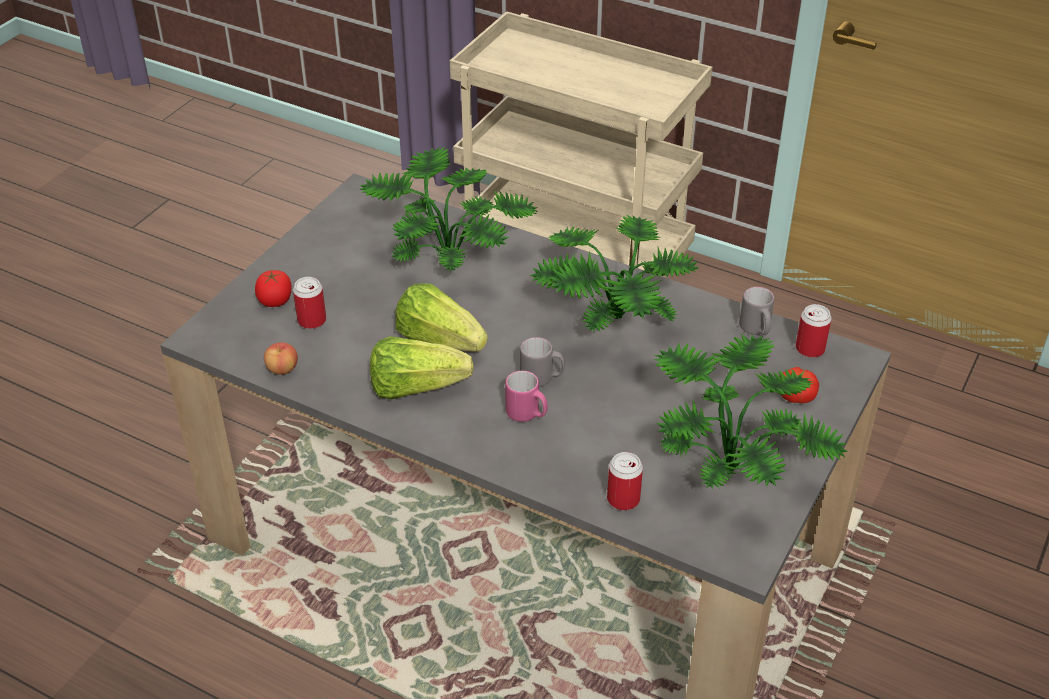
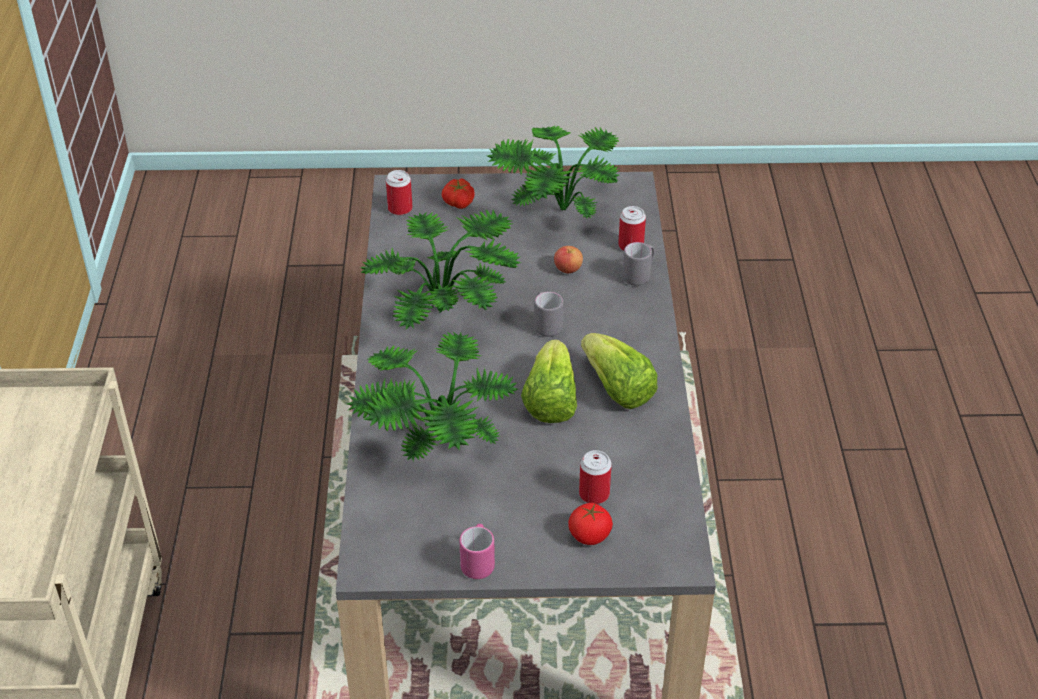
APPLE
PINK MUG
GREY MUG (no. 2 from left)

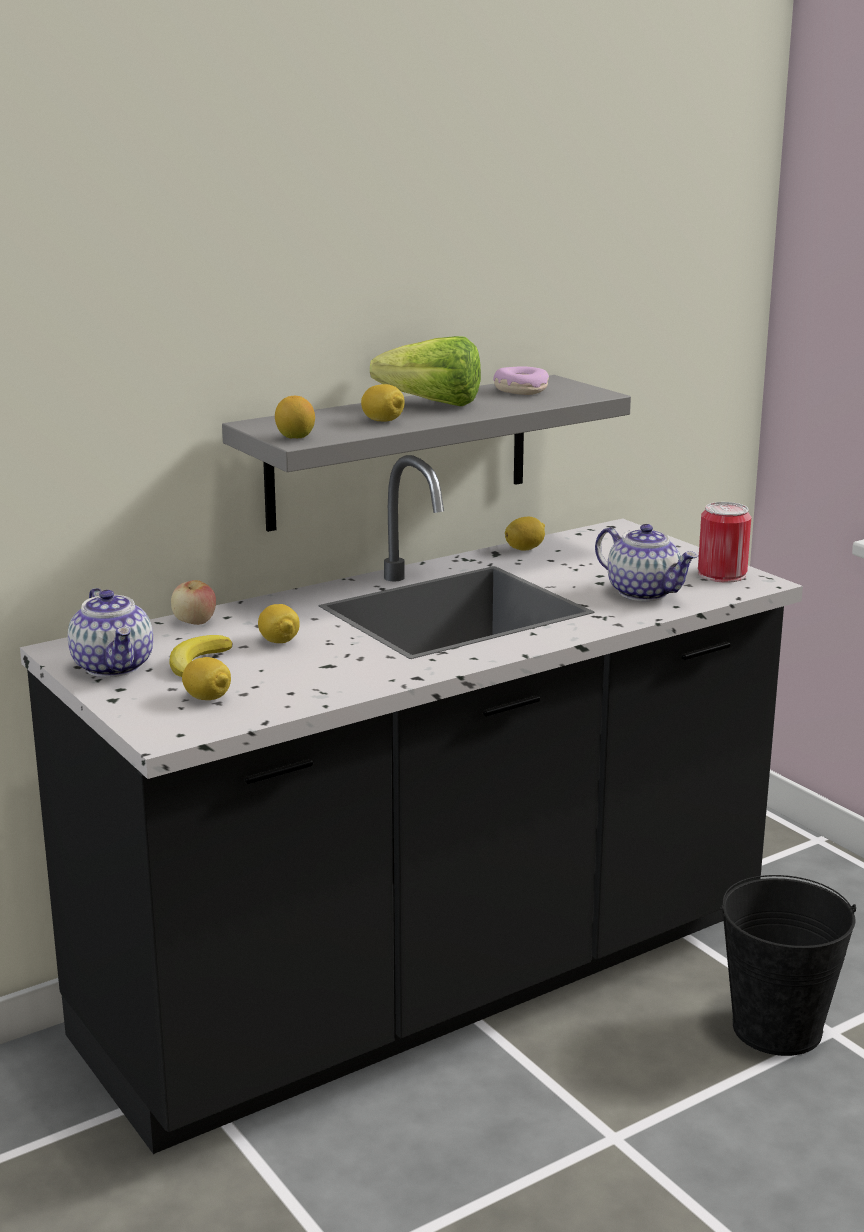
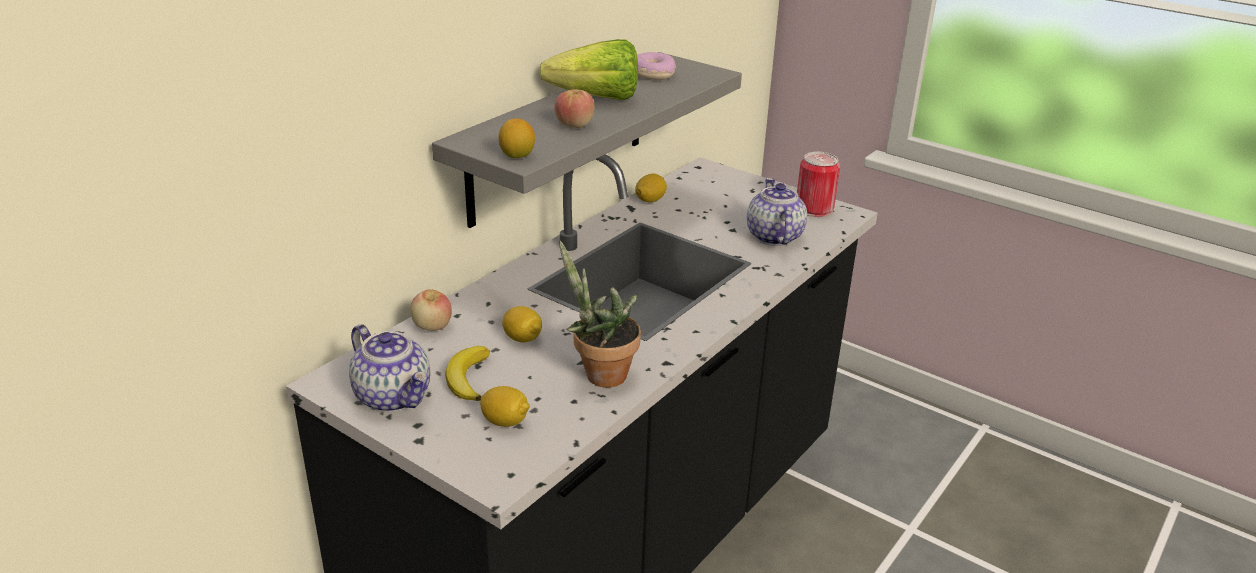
APPLE (no. 2 from left)
TEAPOT (no. 2 from left)
BLACK BUCKET
POTTED PLANT

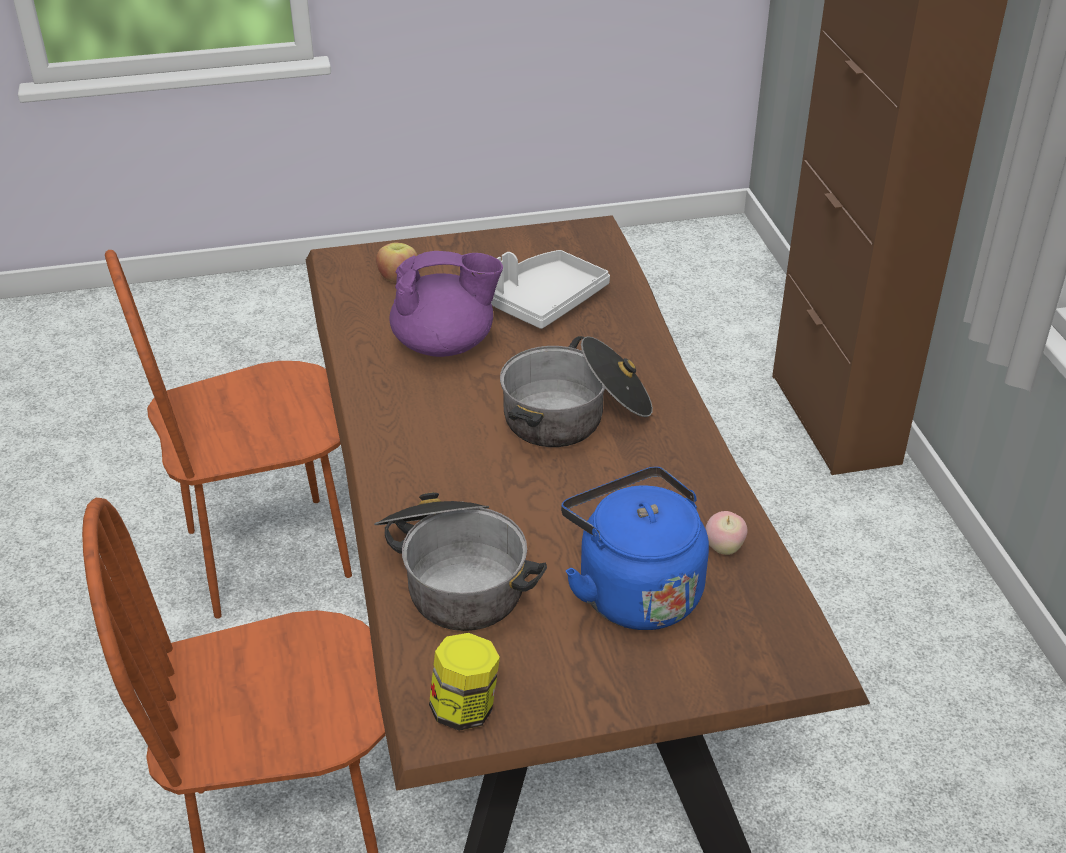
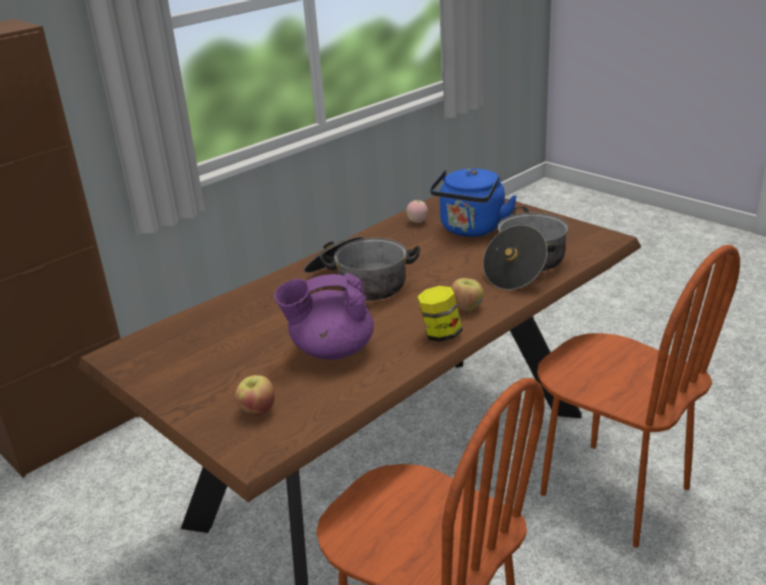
PURPLE TEAPOT
JAR
GREY TRAY
APPLE (no. 3 from left)

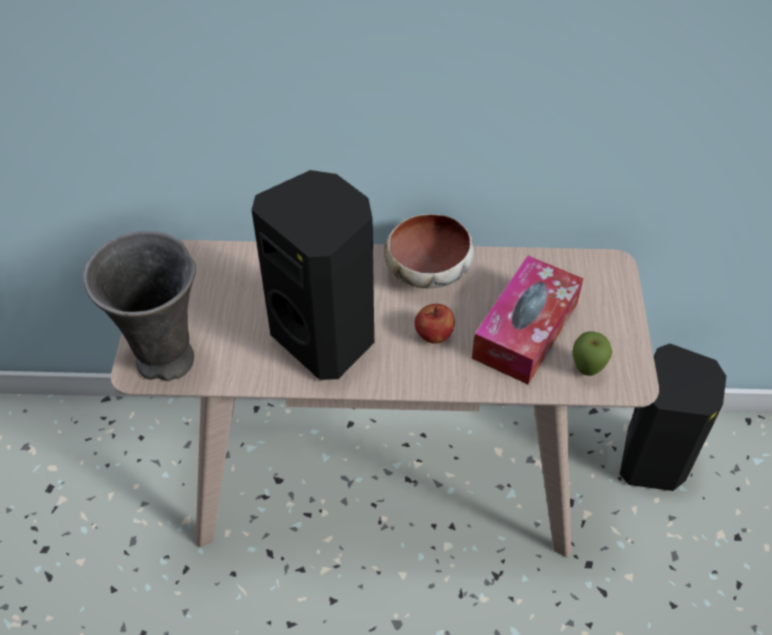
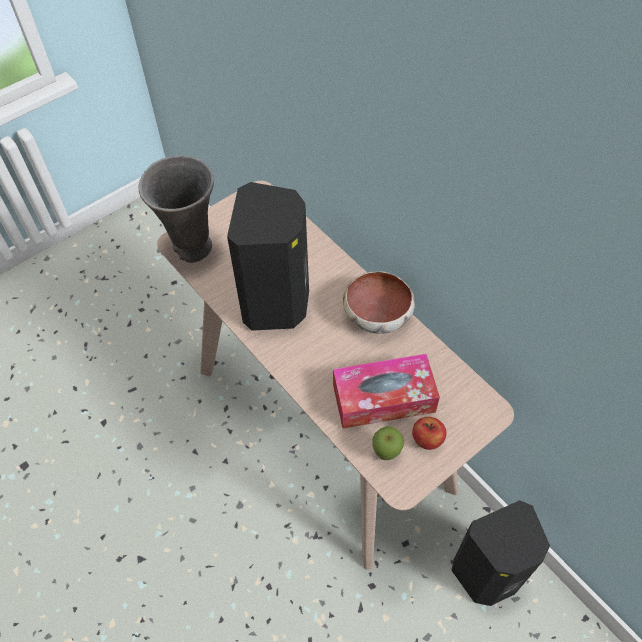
APPLE (no. 2 from left)

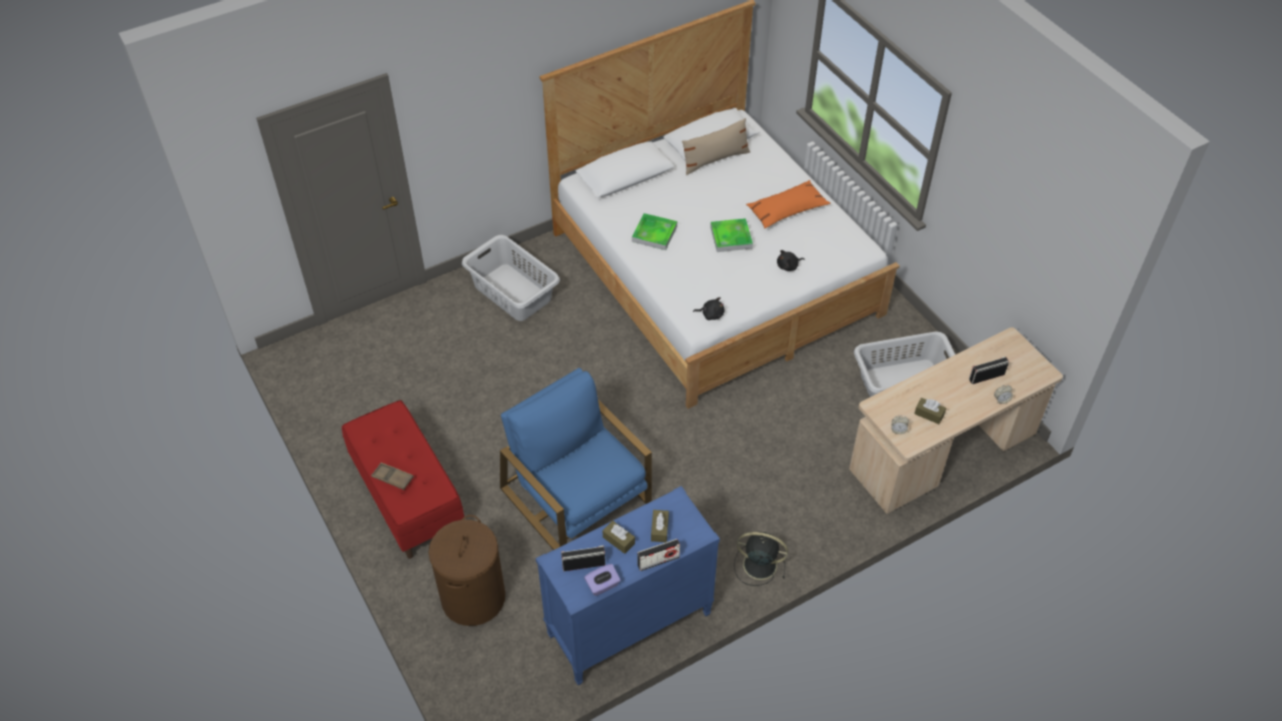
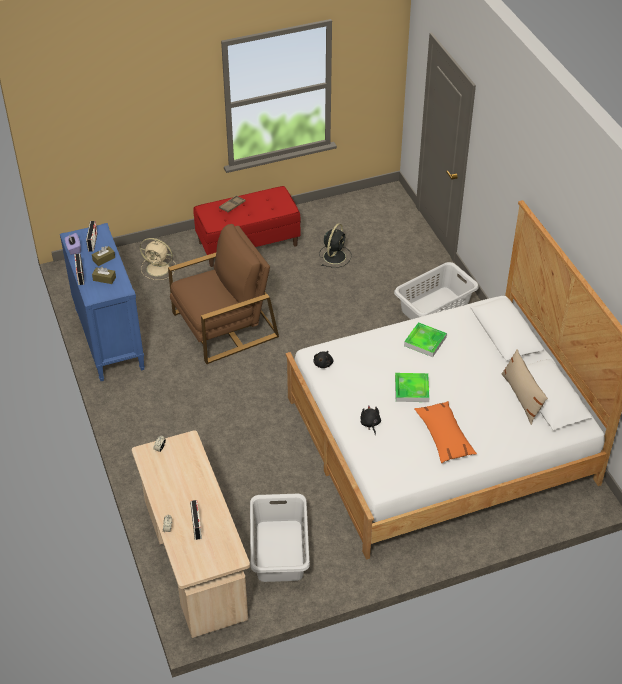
BEIGE FAN
BROWN ARMCHAIR
BLACK FAN
BROWN TISSUE BOX (no. 3 from left in the first image)

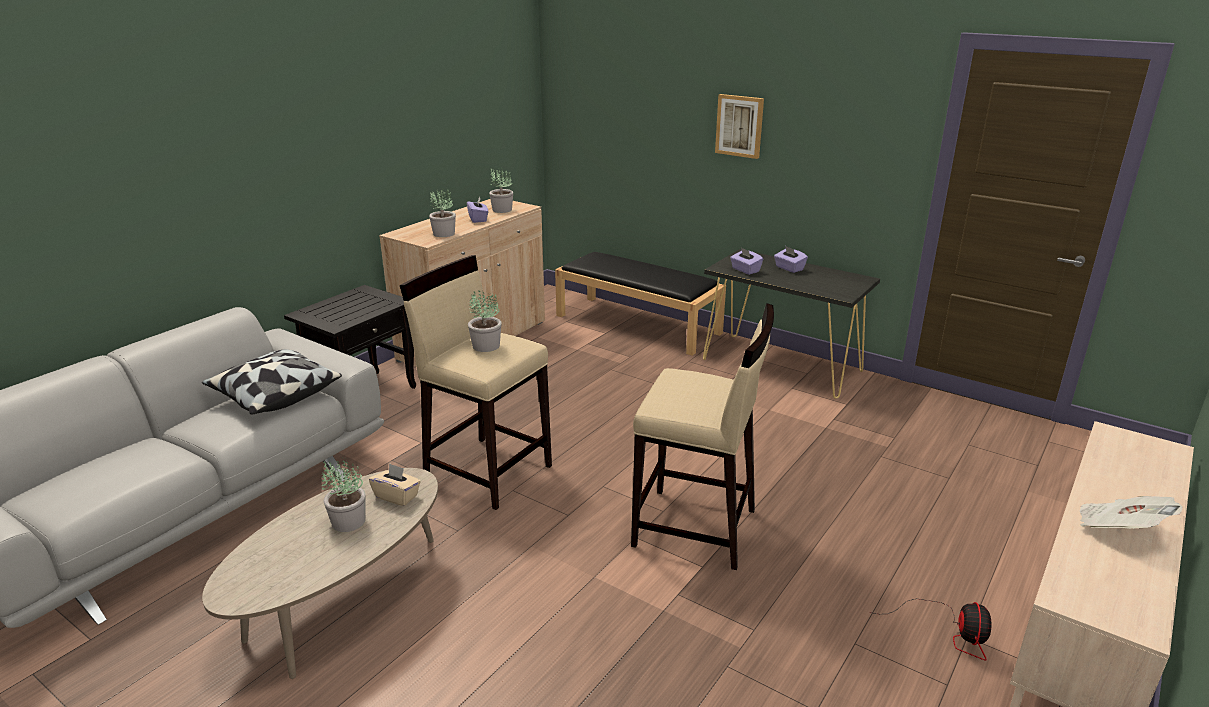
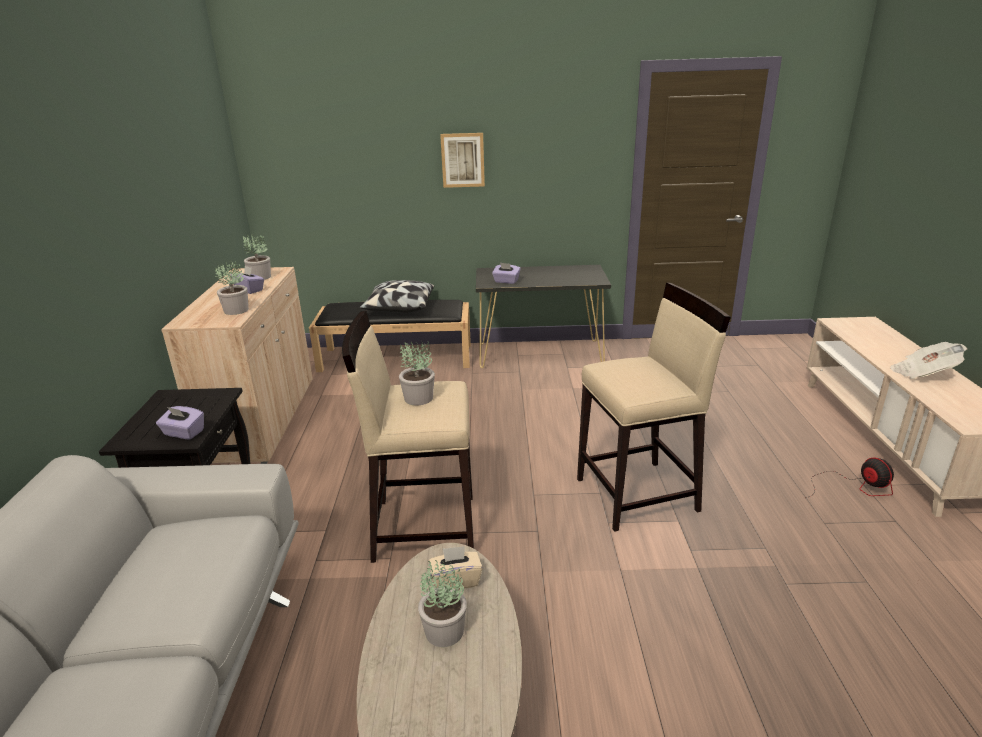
PILLOW
PURPLE TISSUE BOX (no. 1 from left)

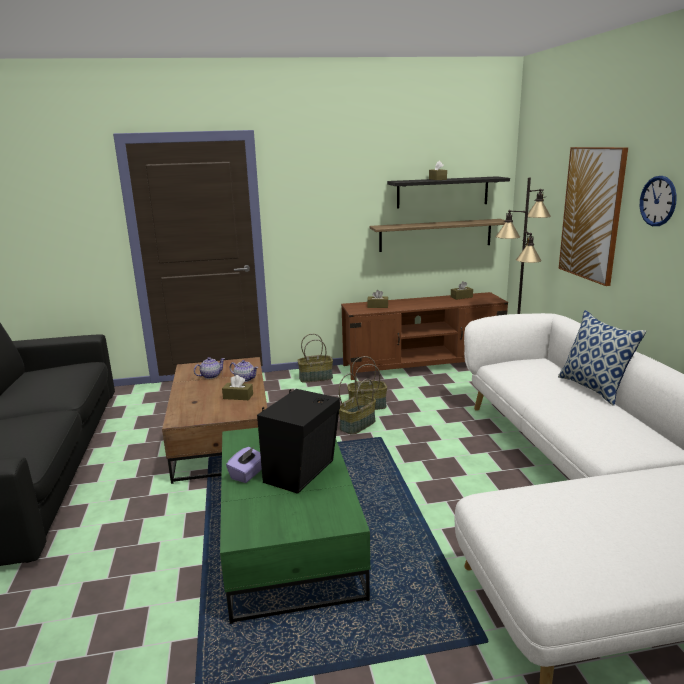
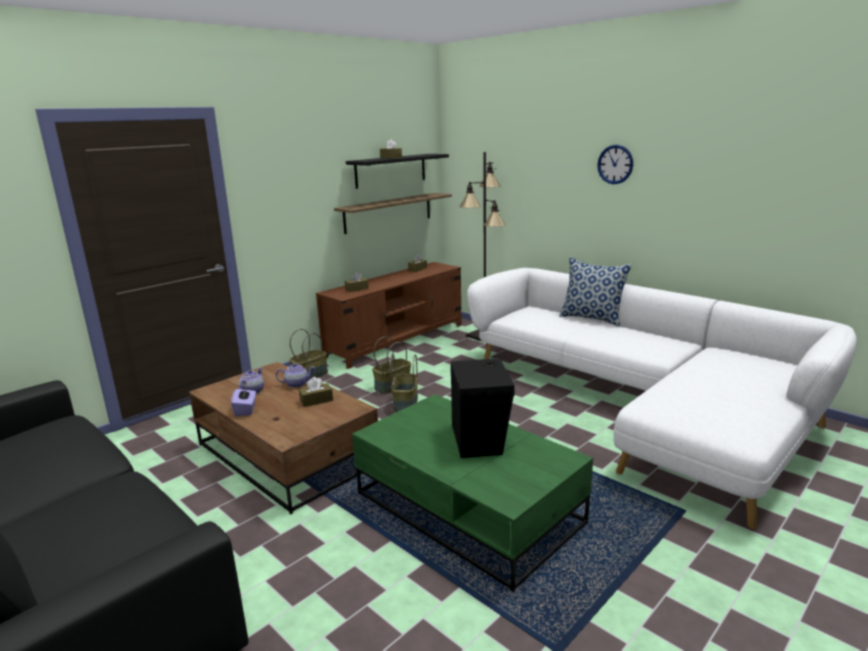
PURPLE TISSUE BOX
PICTURE

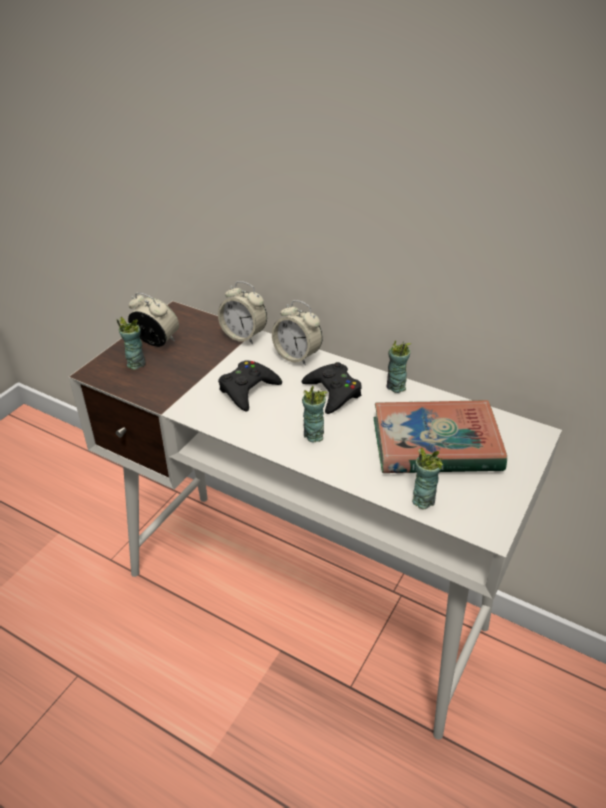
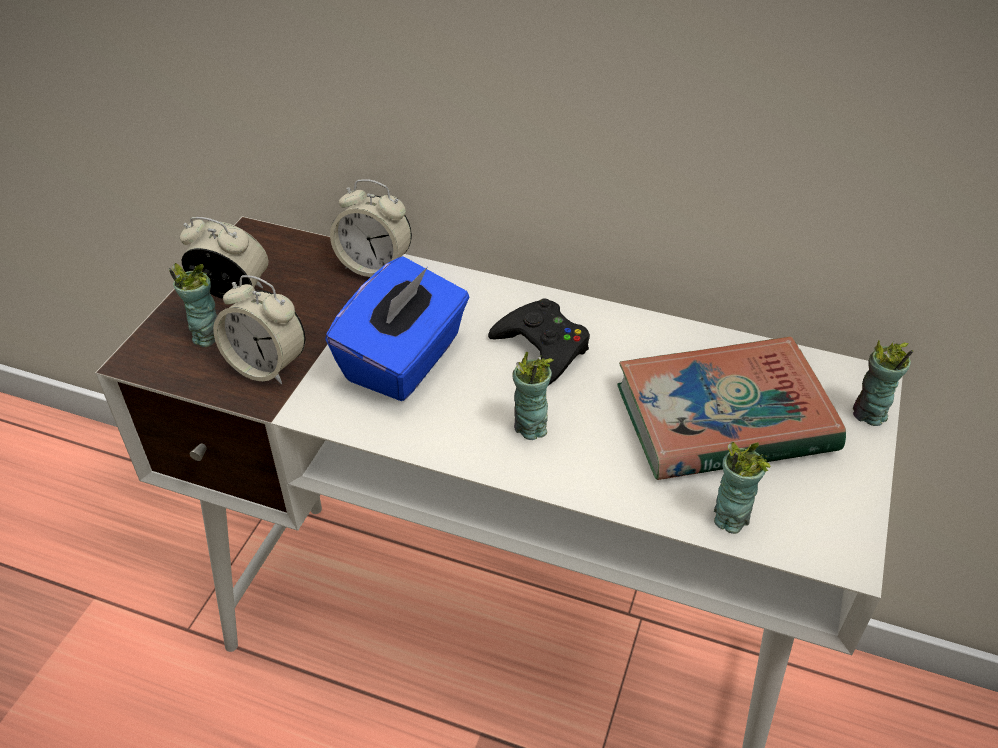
BLUE TISSUE BOX
ALARM CLOCK (no. 2 from left)
CUP (no. 4 from left)

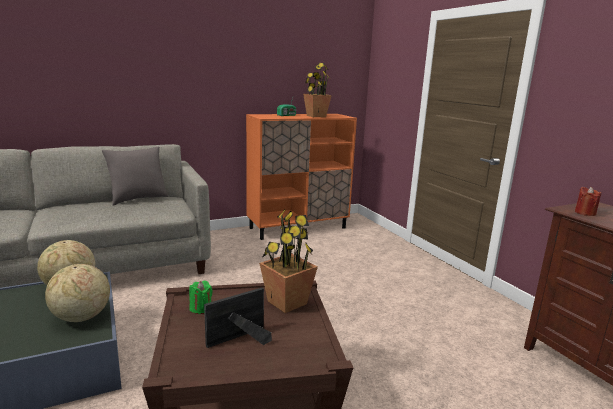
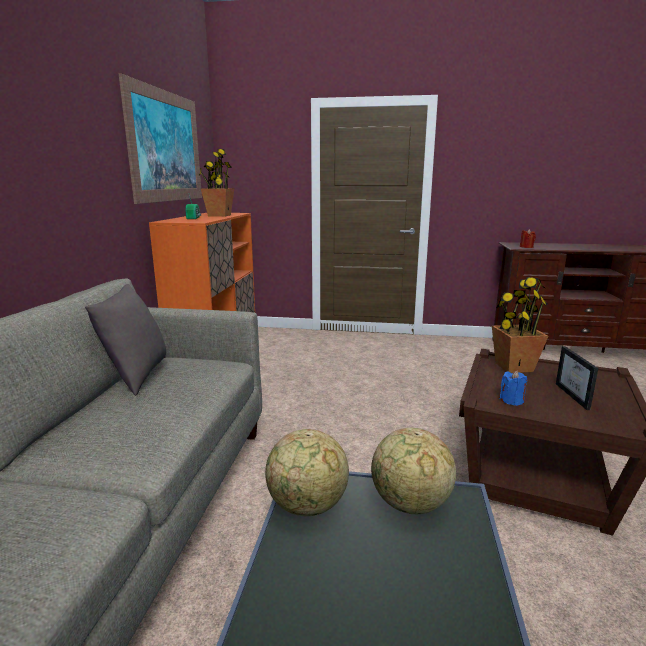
BLUE CANDLE
PICTURE

